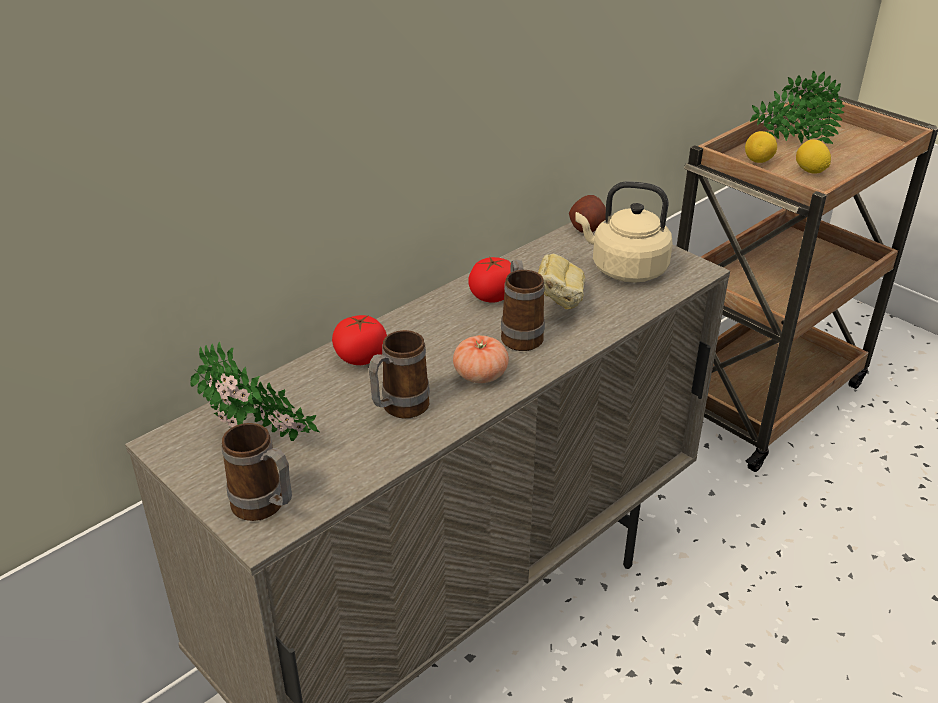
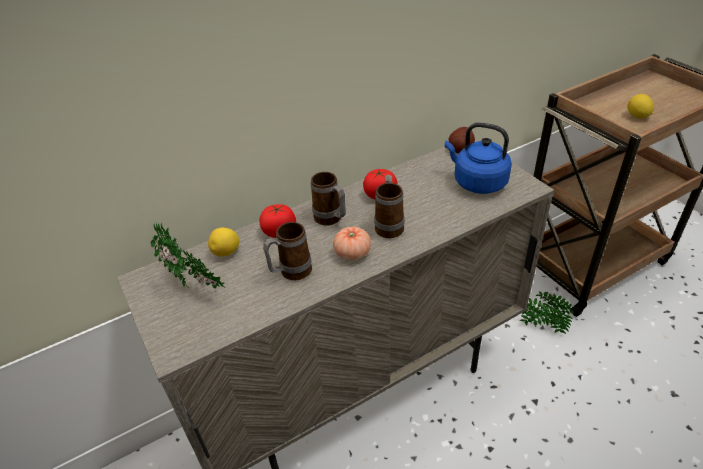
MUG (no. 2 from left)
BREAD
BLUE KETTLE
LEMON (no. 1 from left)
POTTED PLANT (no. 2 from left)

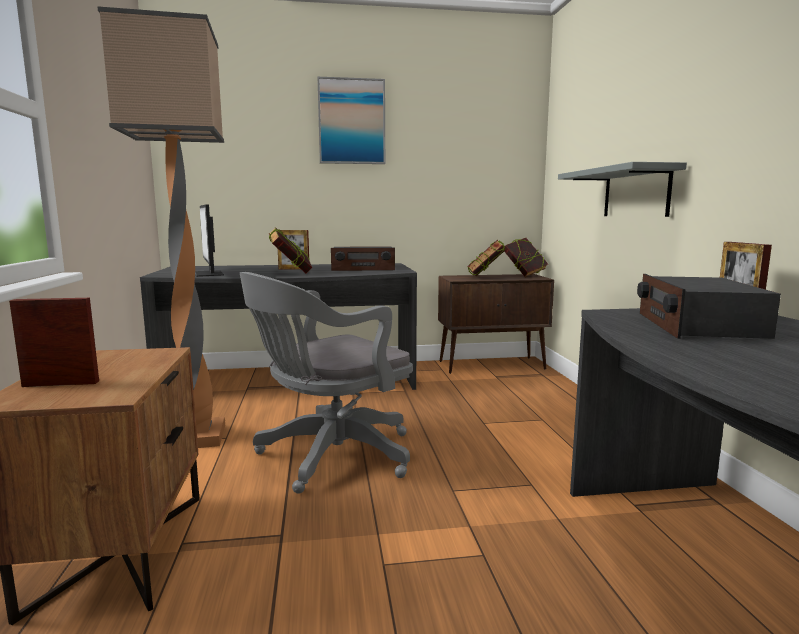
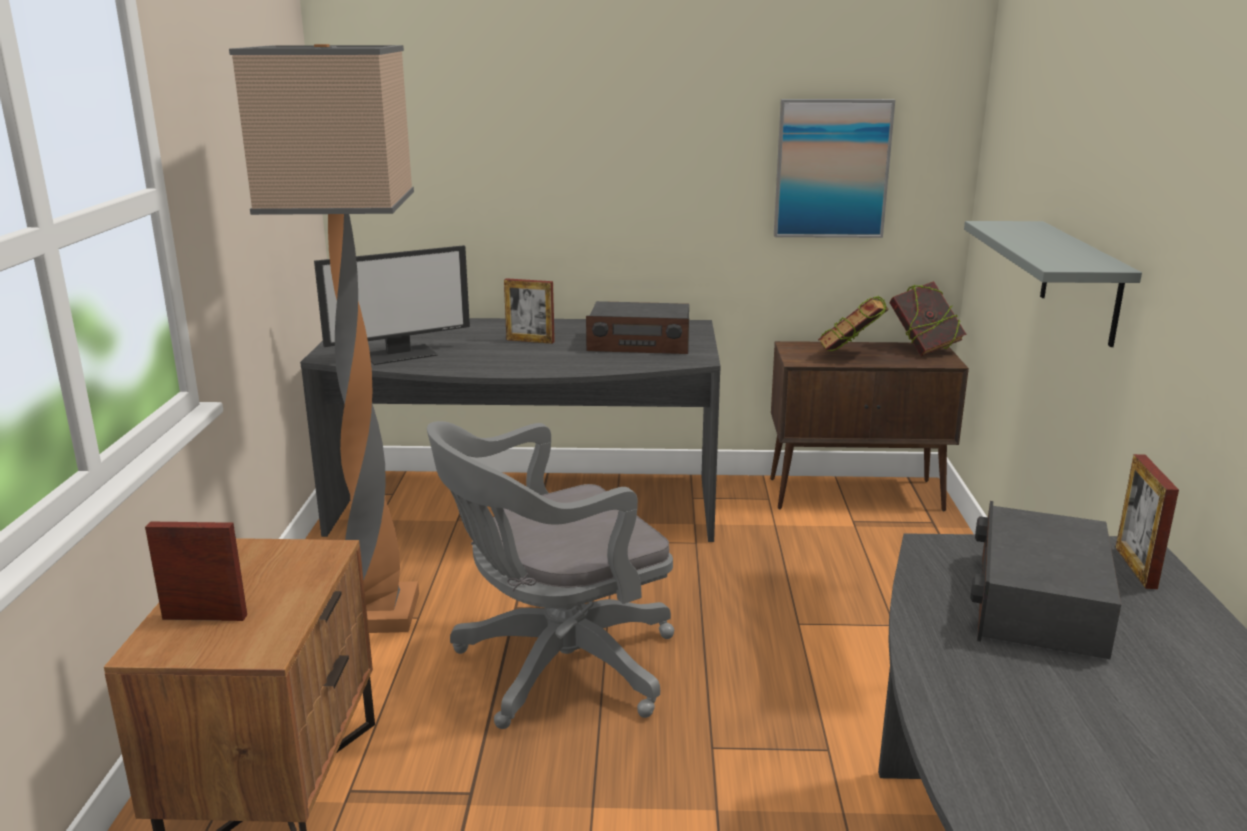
MONITOR
BOOK (no. 1 from left in the first image)
PICTURE

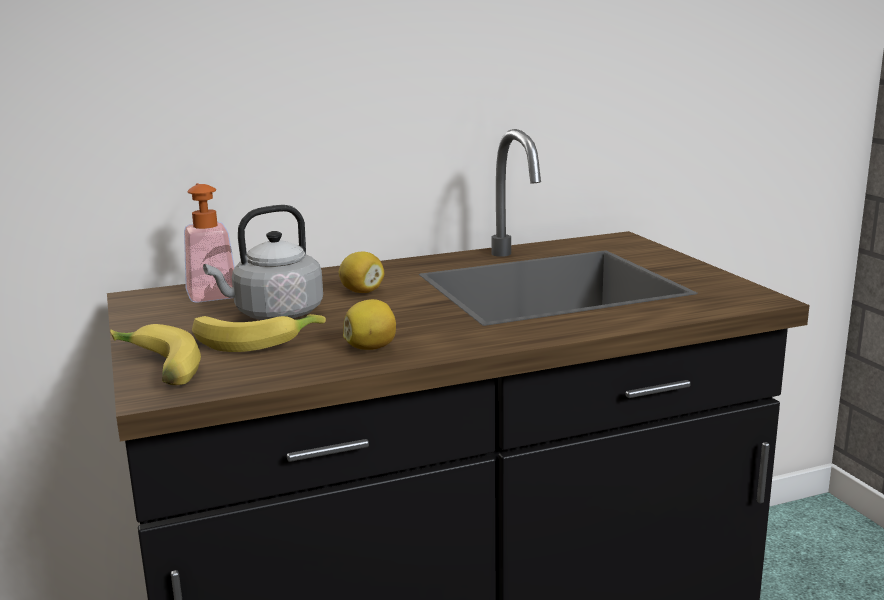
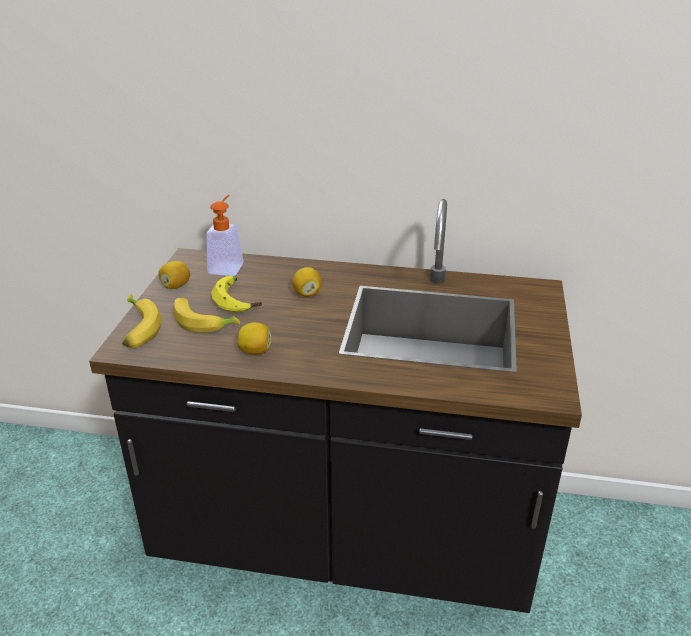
BANANA (no. 3 from left)
LEMON (no. 1 from left)

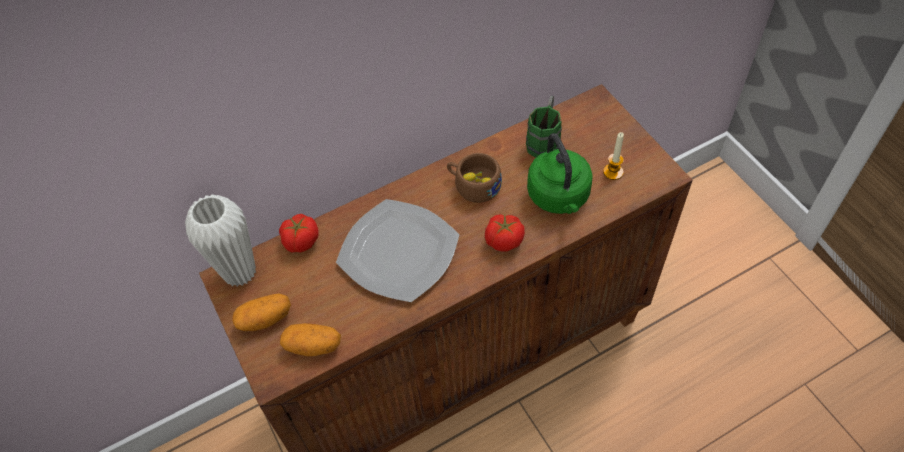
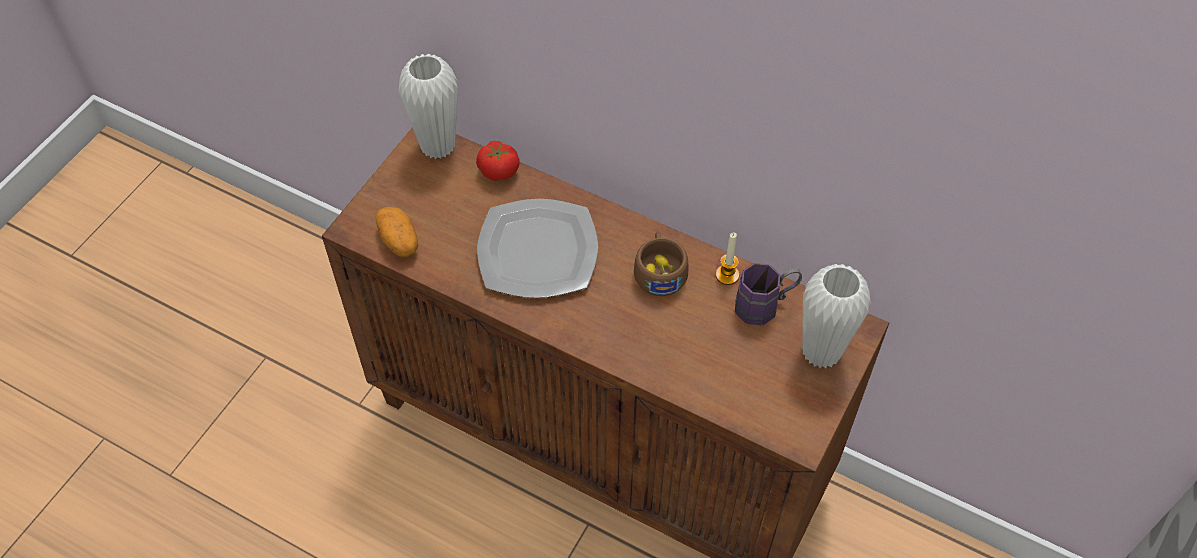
POTATO (no. 1 from left in the first image)
TOMATO (no. 2 from left in the first image)
PURPLE MUG
GREEN KETTLE
CANDLE
WHITE VASE (no. 2 from left)

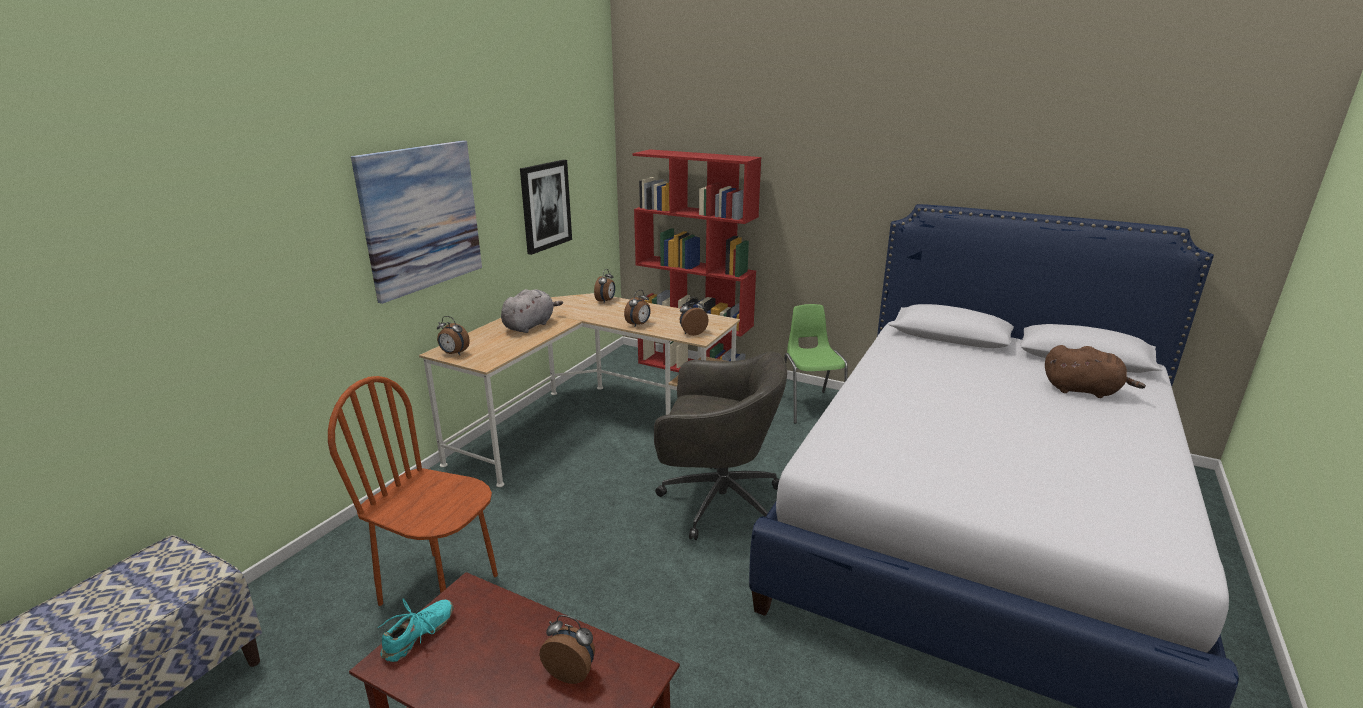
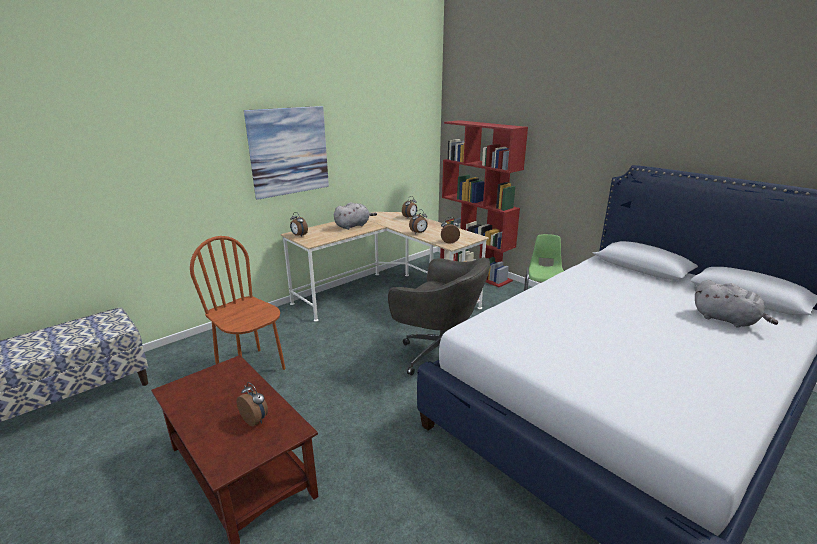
TURQUOISE SHOE
PICTURE (no. 2 from left in the first image)
GREY PLUSH TOY (no. 2 from left)

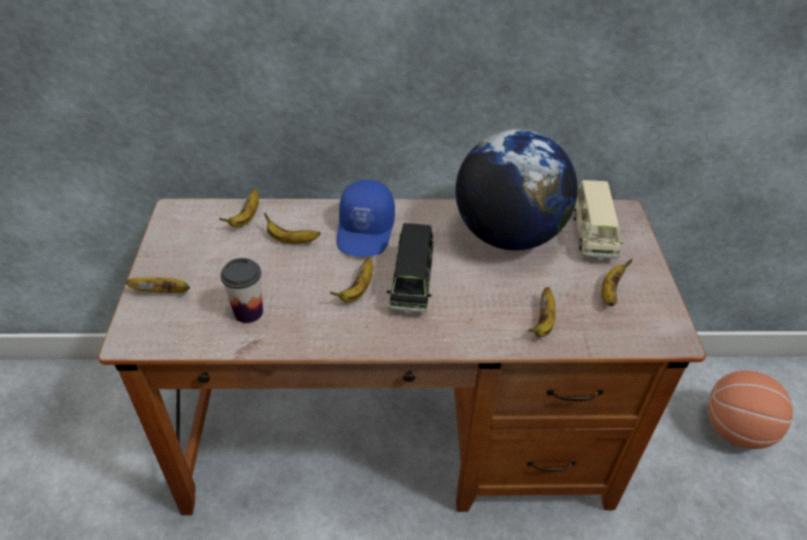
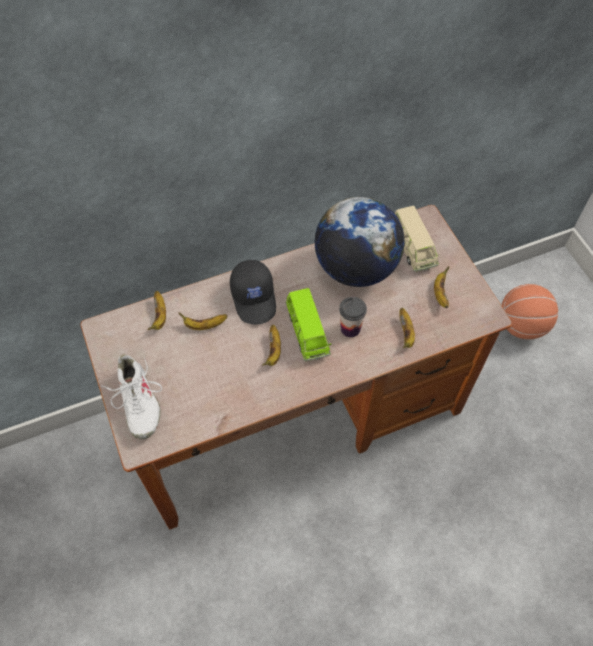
WHITE SHOE
CUP
BLACK CAP
GREEN TOY CAR

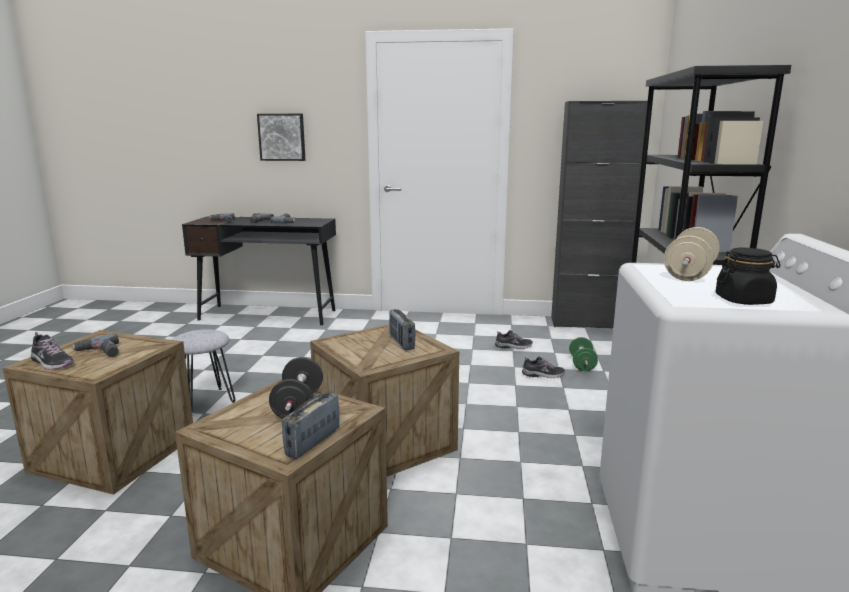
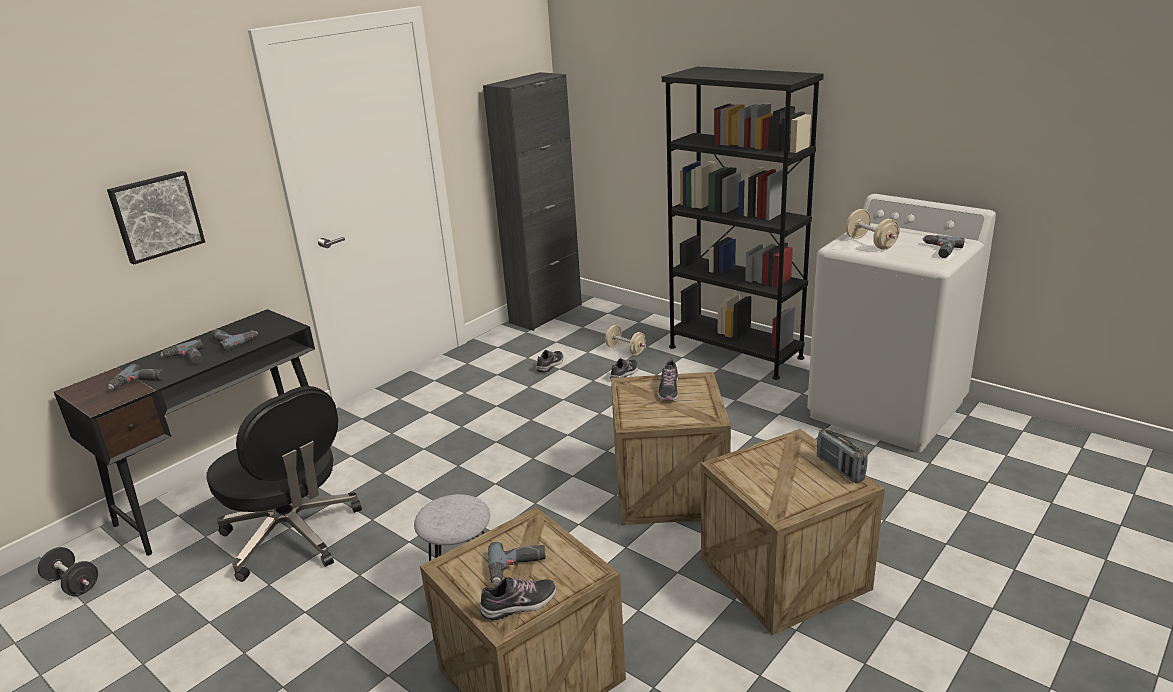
BLACK DUMBBELL
SHOE (no. 4 from left)
BEIGE DUMBBELL (no. 1 from left)
POWER DRILL (no. 5 from left)
BLACK OFFICE CHAIR

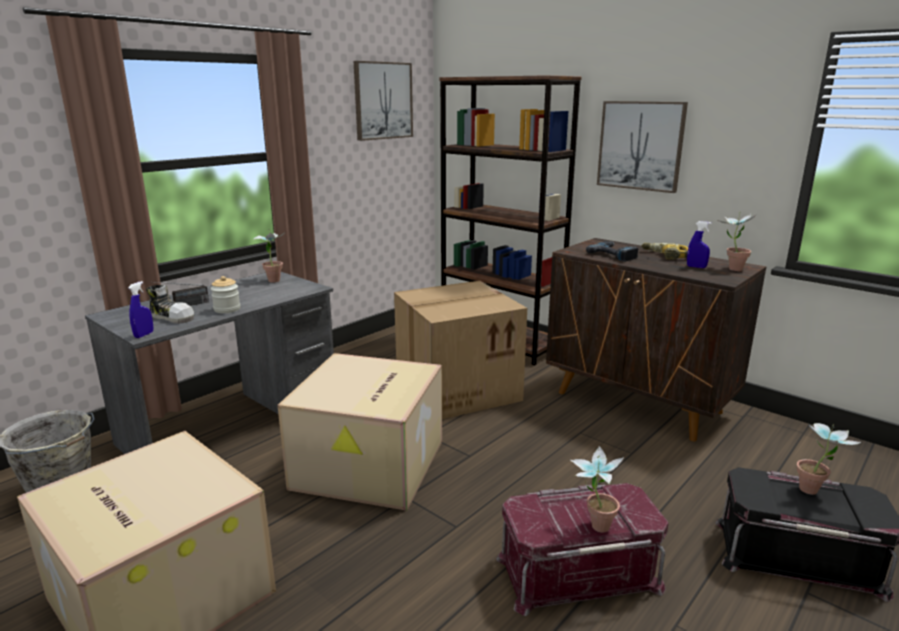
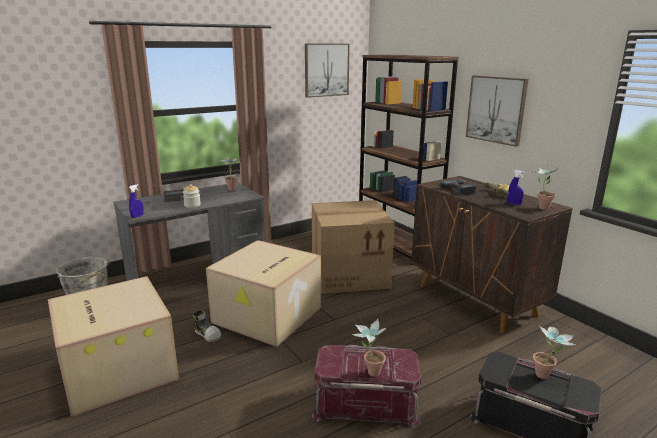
SHOE

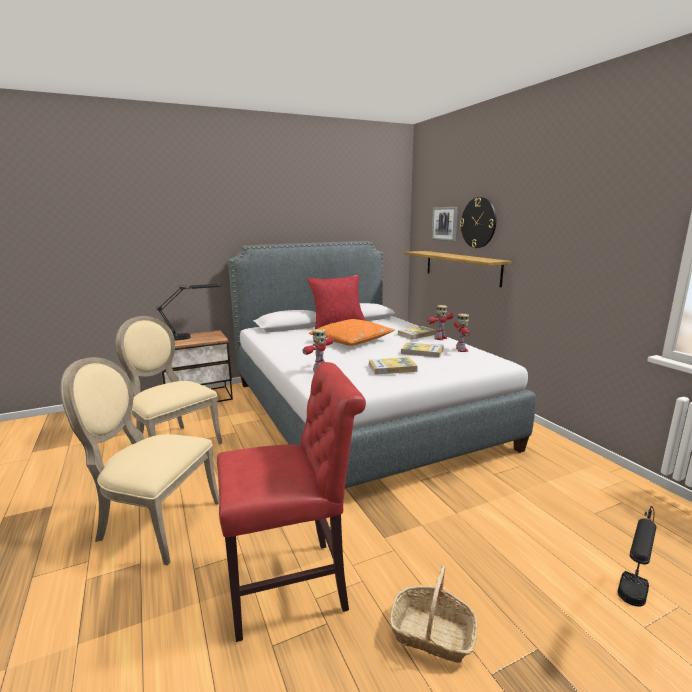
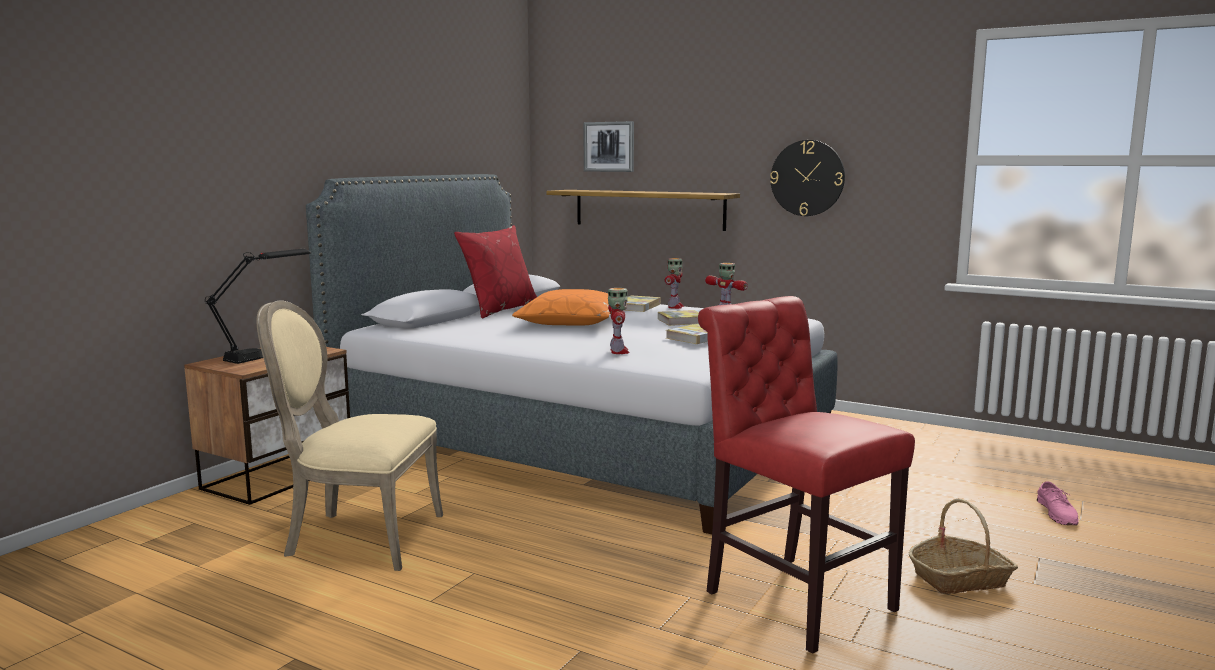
BEIGE CHAIR (no. 1 from left in the first image)
RED CHAIR
WALL CLOCK
PINK SHOE

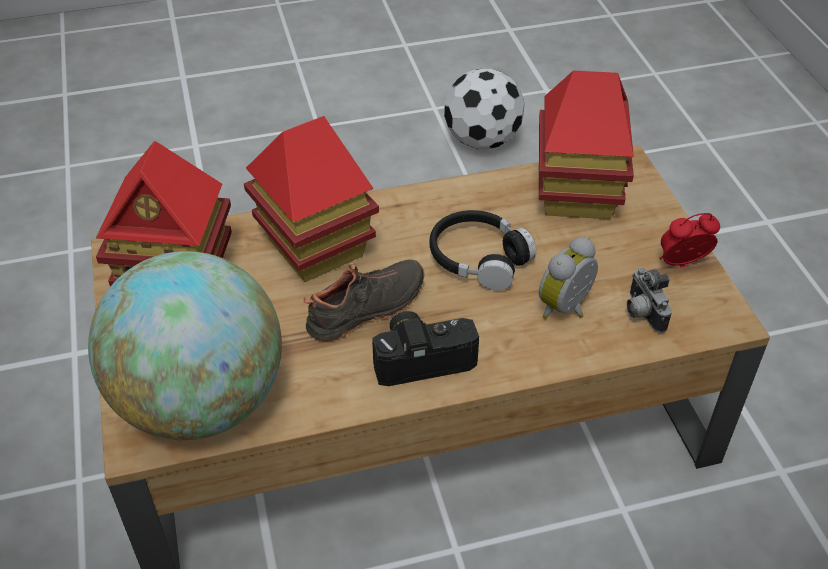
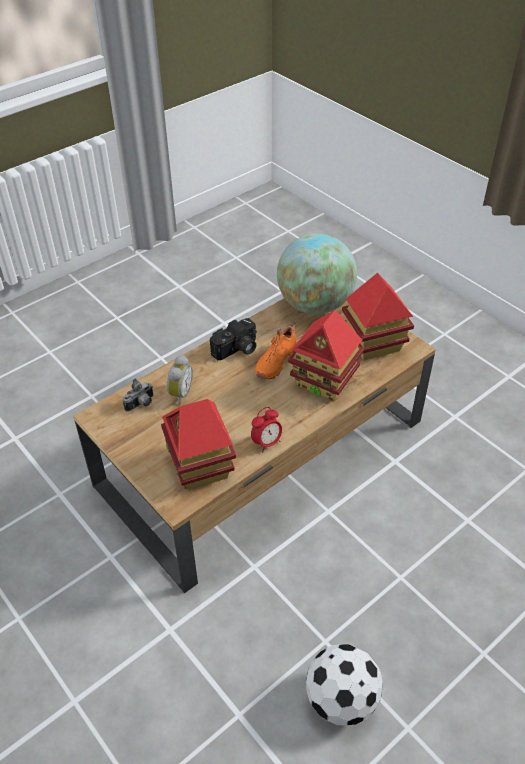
ORANGE SHOE
BLACK HEADPHONES
PHOTO CAMERA (no. 1 from left)
ALARM CLOCK (no. 2 from left)

